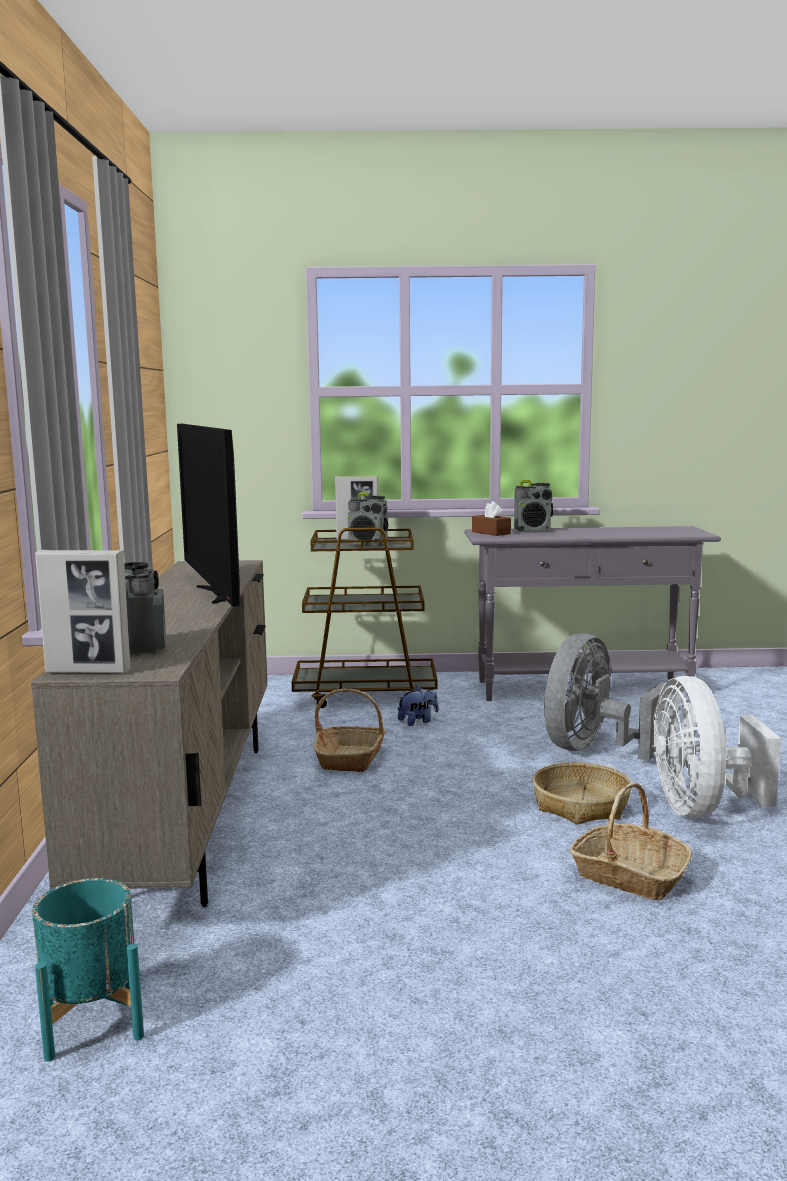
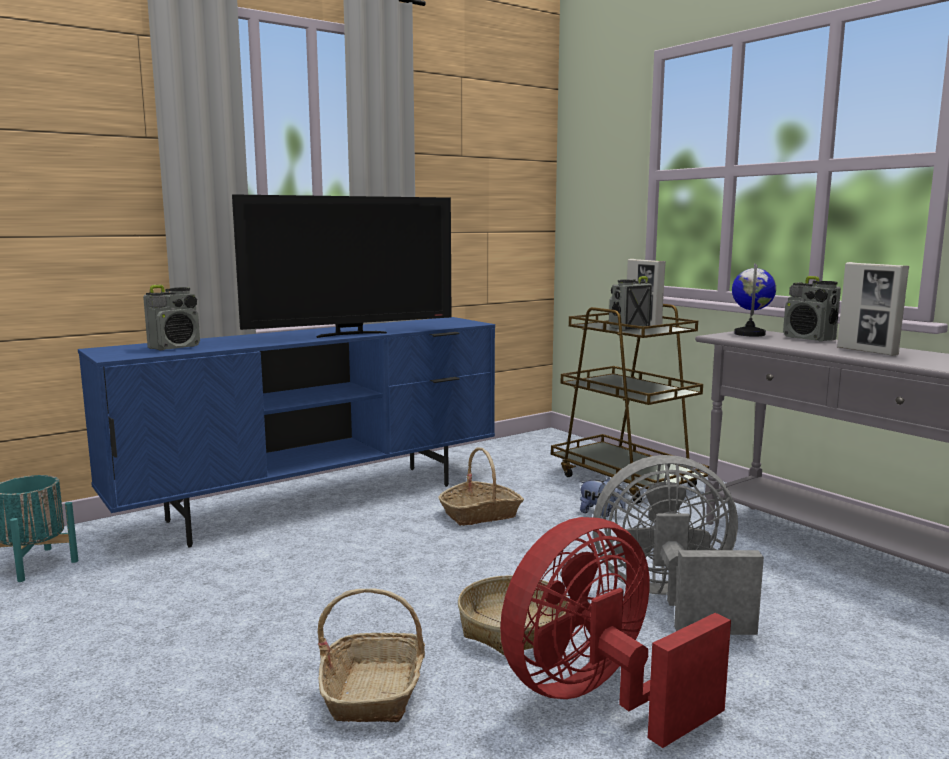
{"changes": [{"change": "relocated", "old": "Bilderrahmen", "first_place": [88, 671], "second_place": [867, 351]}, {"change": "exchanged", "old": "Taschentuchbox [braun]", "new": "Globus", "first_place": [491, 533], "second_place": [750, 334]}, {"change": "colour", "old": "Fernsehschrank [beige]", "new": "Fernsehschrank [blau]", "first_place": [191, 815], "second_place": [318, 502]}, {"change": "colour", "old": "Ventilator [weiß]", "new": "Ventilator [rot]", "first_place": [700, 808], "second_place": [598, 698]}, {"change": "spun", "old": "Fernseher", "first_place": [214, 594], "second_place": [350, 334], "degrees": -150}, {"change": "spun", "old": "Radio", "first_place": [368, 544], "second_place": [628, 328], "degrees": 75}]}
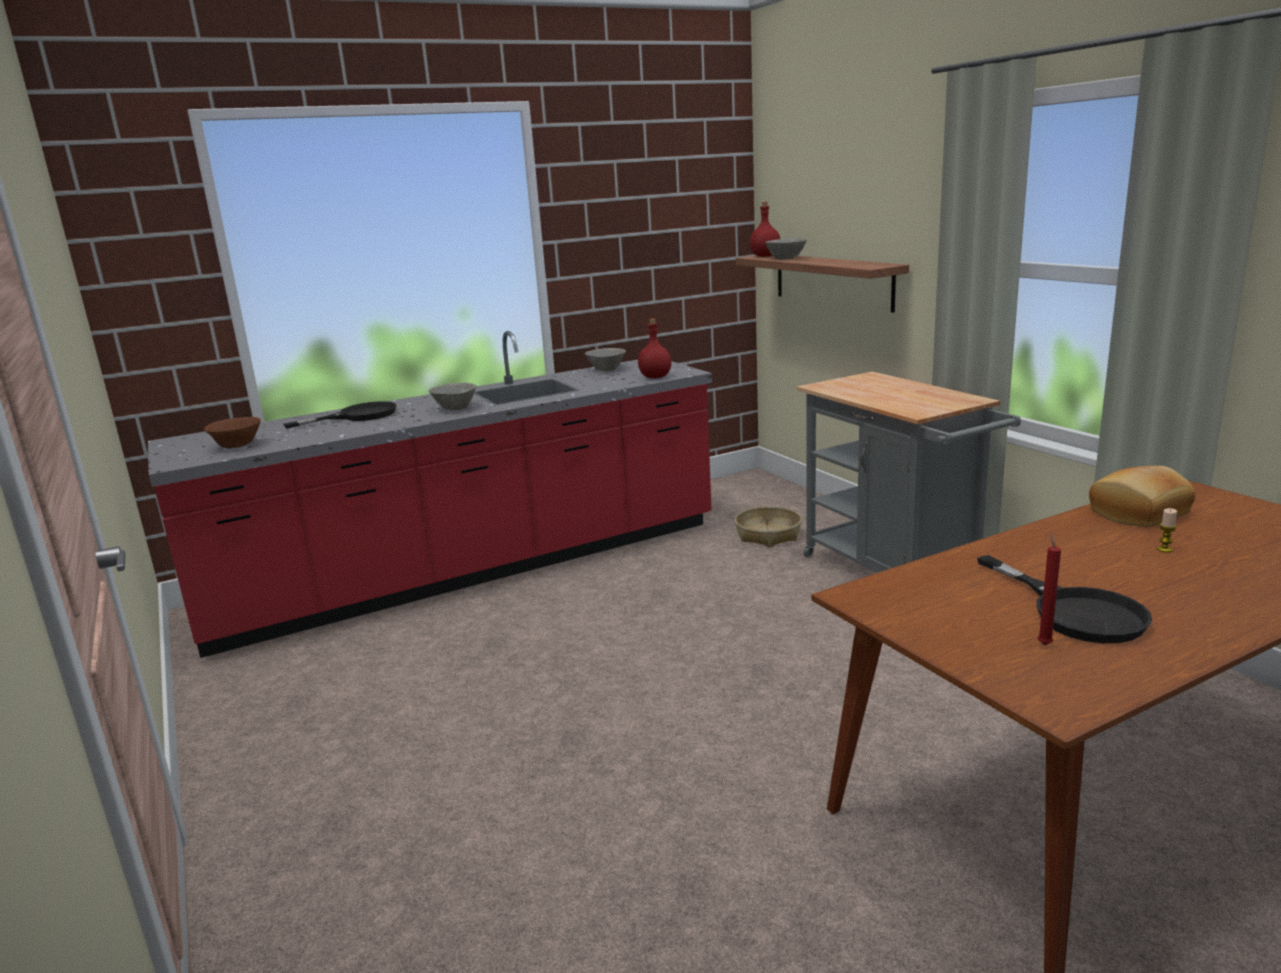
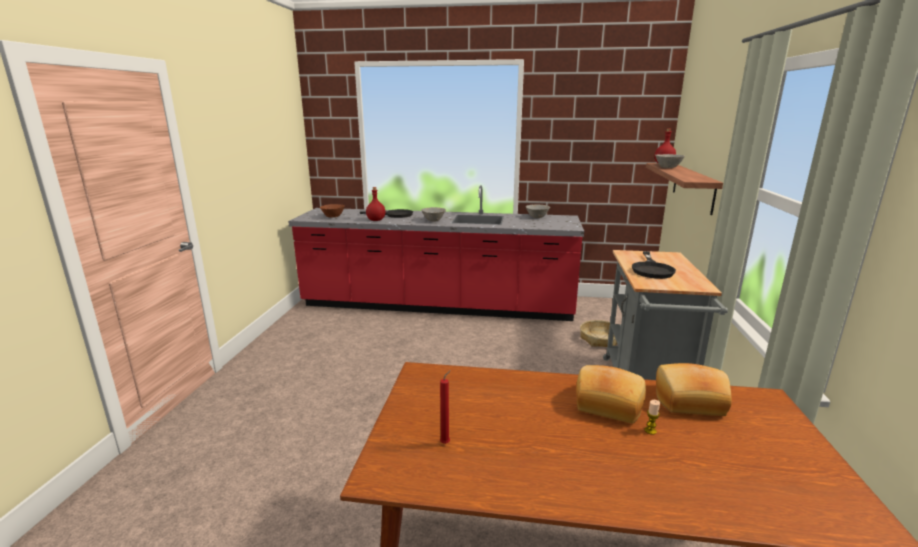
{"changes": [{"change": "appeared", "new": "Brot", "second_place": [608, 403]}, {"change": "relocated", "old": "Flasche [rot]", "first_place": [656, 377], "second_place": [376, 220]}, {"change": "relocated", "old": "Pfanne [schwarz]", "first_place": [1074, 611], "second_place": [652, 269]}]}
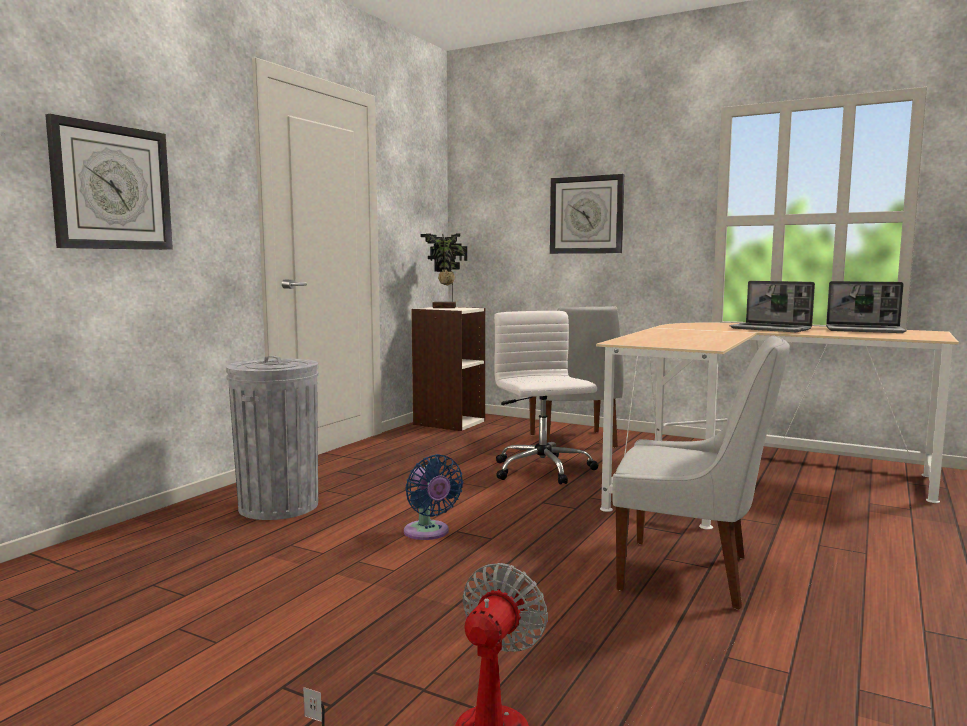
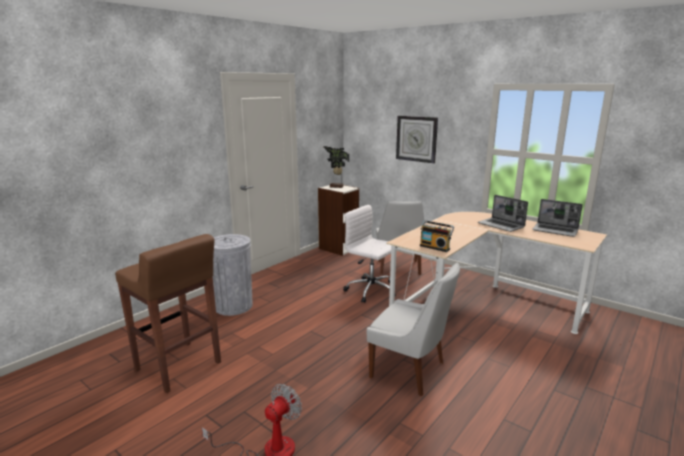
{"changes": [{"change": "missing", "old": "Wanduhr", "first_place": [111, 187]}, {"change": "missing", "old": "Ventilator [blau]", "first_place": [428, 533]}, {"change": "appeared", "new": "Hocker [braun]", "second_place": [179, 367]}, {"change": "appeared", "new": "Radio", "second_place": [435, 247]}, {"change": "spun", "old": "Bürostuhl [weiß]", "first_place": [543, 470], "second_place": [372, 290], "degrees": -45}]}
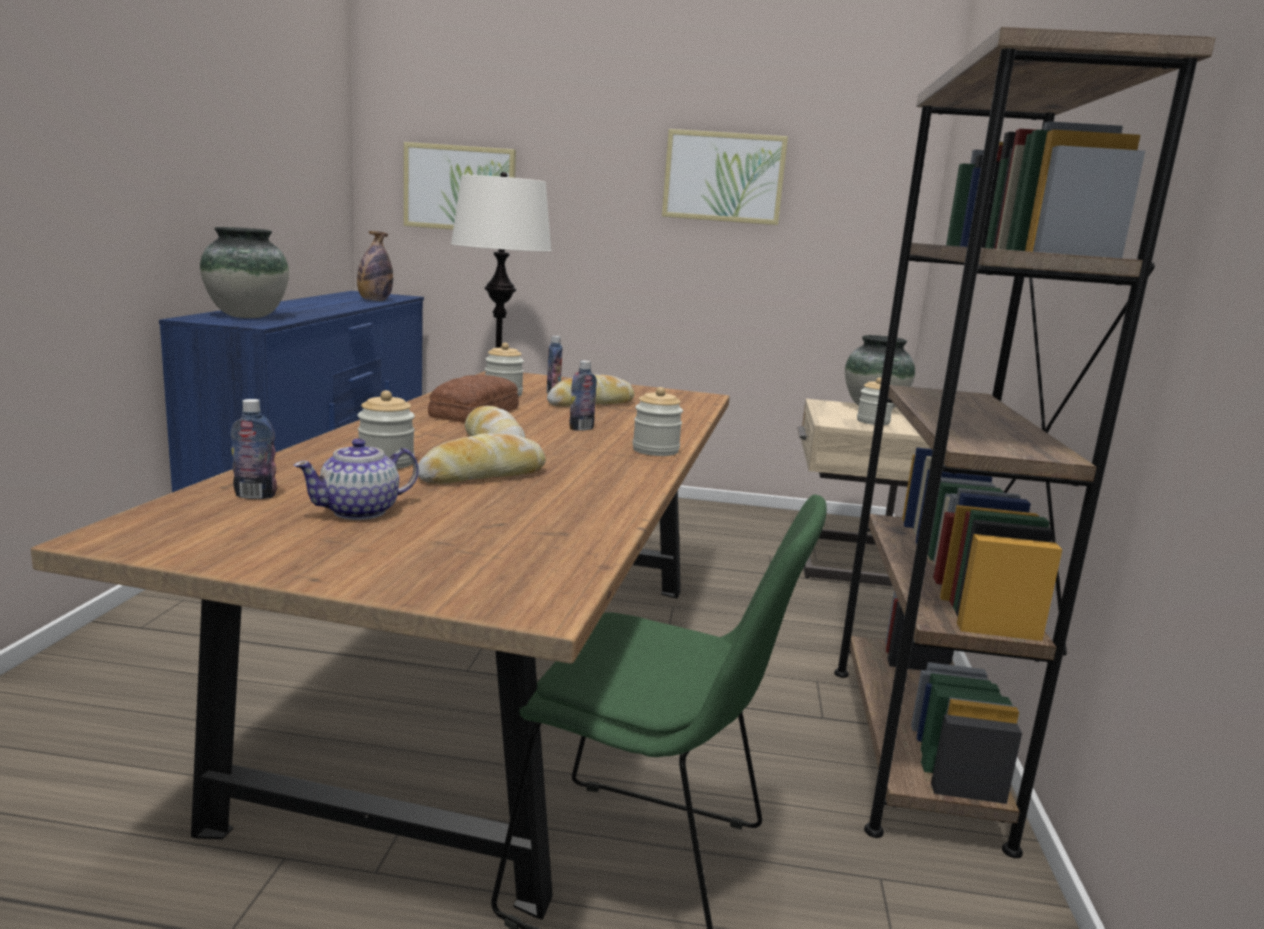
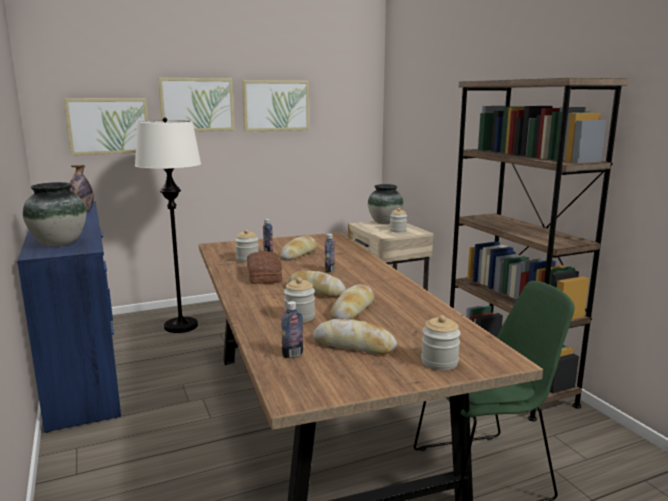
{"changes": [{"change": "appeared", "new": "Bild", "second_place": [197, 104]}, {"change": "relocated", "old": "Vorratsglas", "first_place": [655, 450], "second_place": [439, 362]}, {"change": "exchanged", "old": "Teekanne", "new": "Brot", "first_place": [360, 511], "second_place": [354, 345]}]}
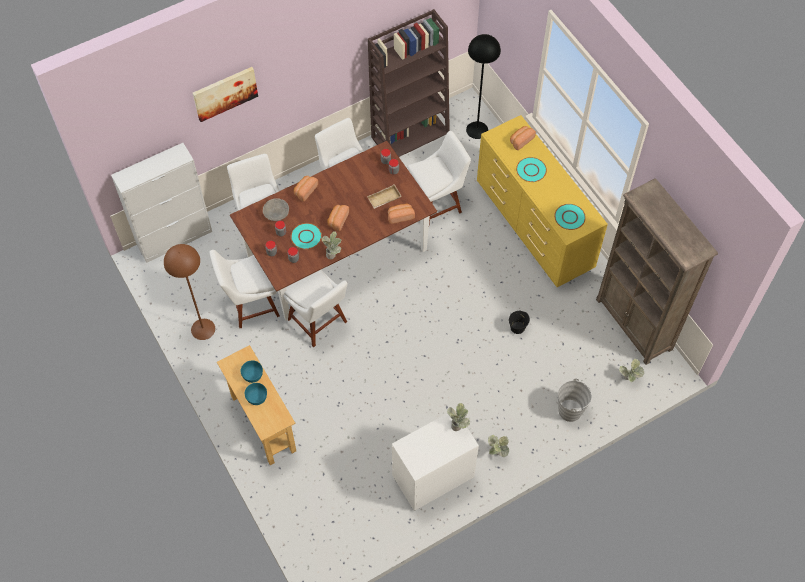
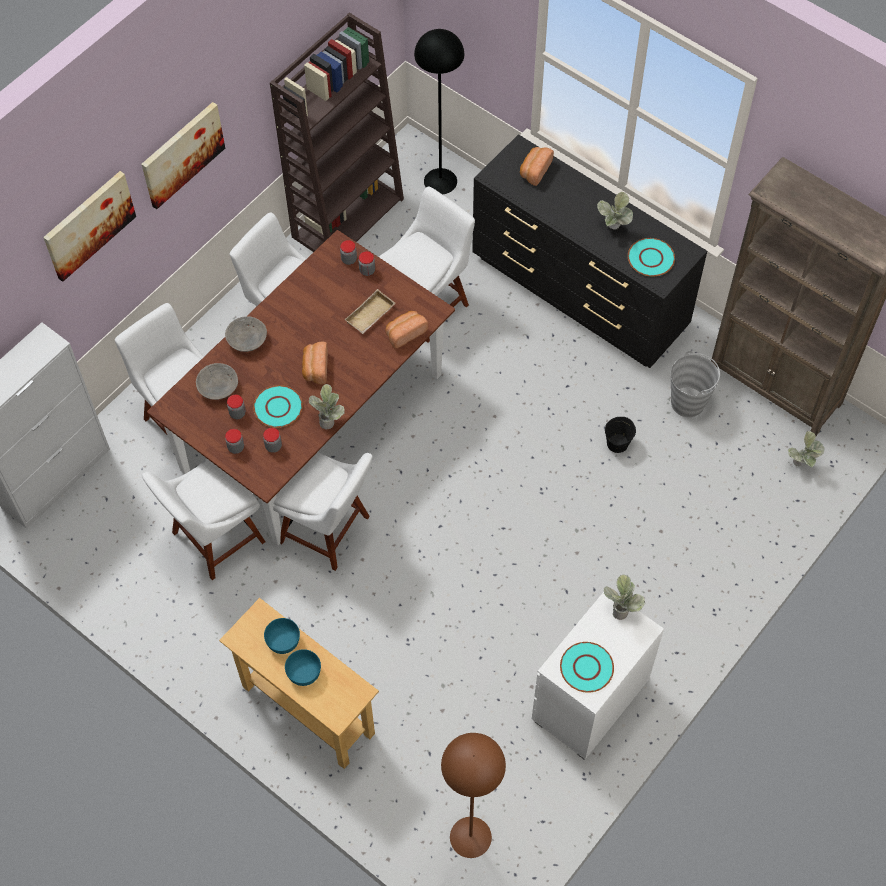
{"changes": [{"change": "appeared", "new": "Bild", "second_place": [182, 154]}, {"change": "relocated", "old": "Stehlampe [braun]", "first_place": [203, 329], "second_place": [470, 837]}, {"change": "relocated", "old": "Topfpflanze", "first_place": [497, 453], "second_place": [612, 229]}, {"change": "relocated", "old": "Teller [türkis]", "first_place": [531, 170], "second_place": [586, 667]}, {"change": "relocated", "old": "Eimer [grau]", "first_place": [570, 411], "second_place": [688, 402]}, {"change": "exchanged", "old": "Brot", "new": "Schüssel [grau]", "first_place": [305, 191], "second_place": [247, 340]}, {"change": "colour", "old": "Kommode [gelb]", "new": "Kommode [schwarz]", "first_place": [534, 227], "second_place": [579, 294]}]}
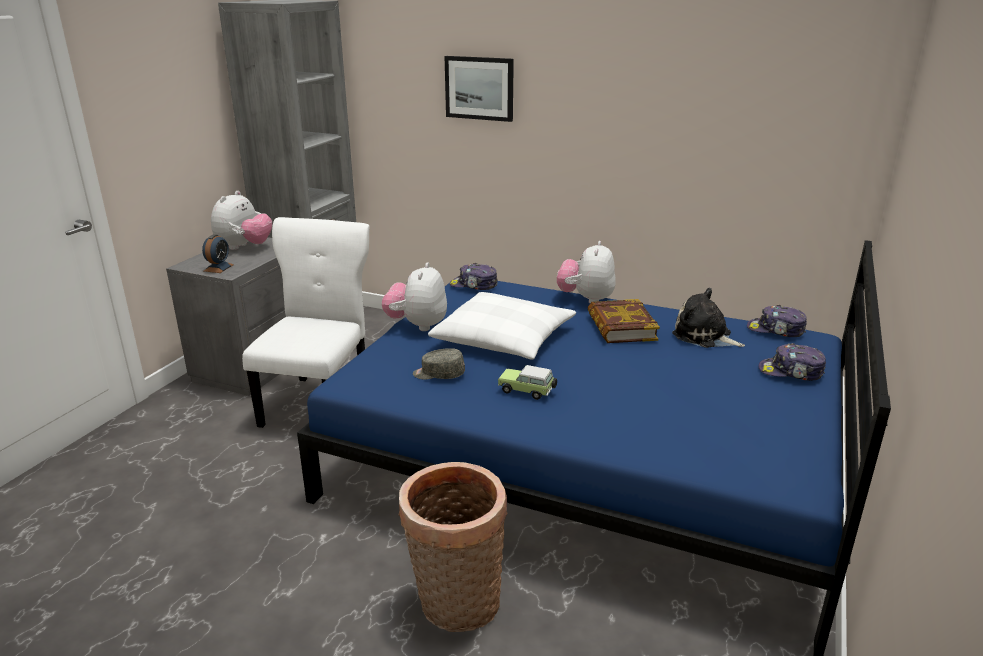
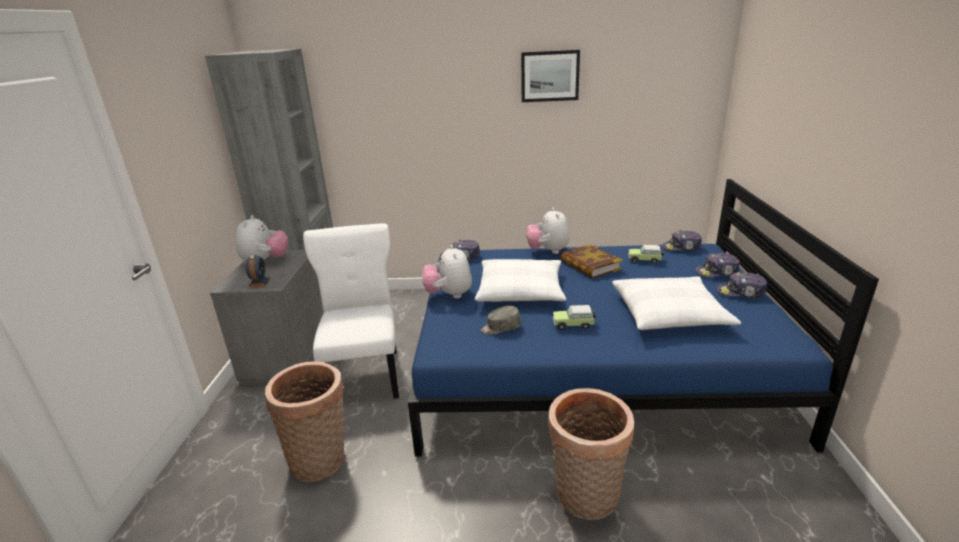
{"changes": [{"change": "appeared", "new": "Korb", "second_place": [321, 460]}, {"change": "appeared", "new": "Kissen [weiß]", "second_place": [669, 314]}, {"change": "appeared", "new": "Kappe", "second_place": [741, 292]}, {"change": "relocated", "old": "Bild", "first_place": [479, 88], "second_place": [549, 76]}, {"change": "exchanged", "old": "Plüschtier", "new": "Spielzeugauto", "first_place": [704, 336], "second_place": [645, 260]}]}
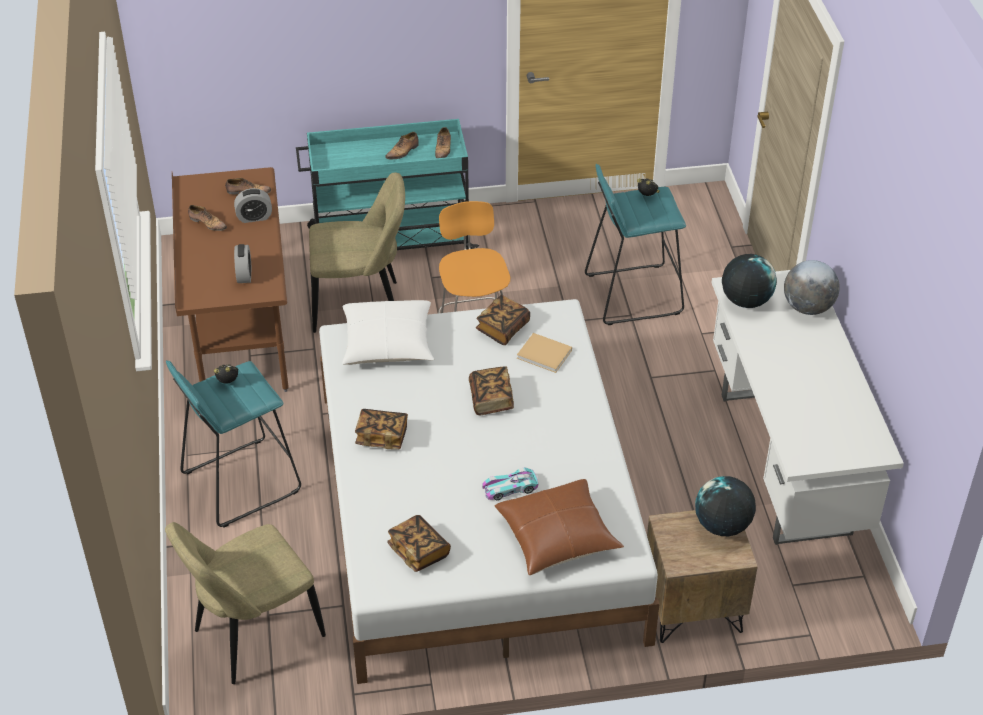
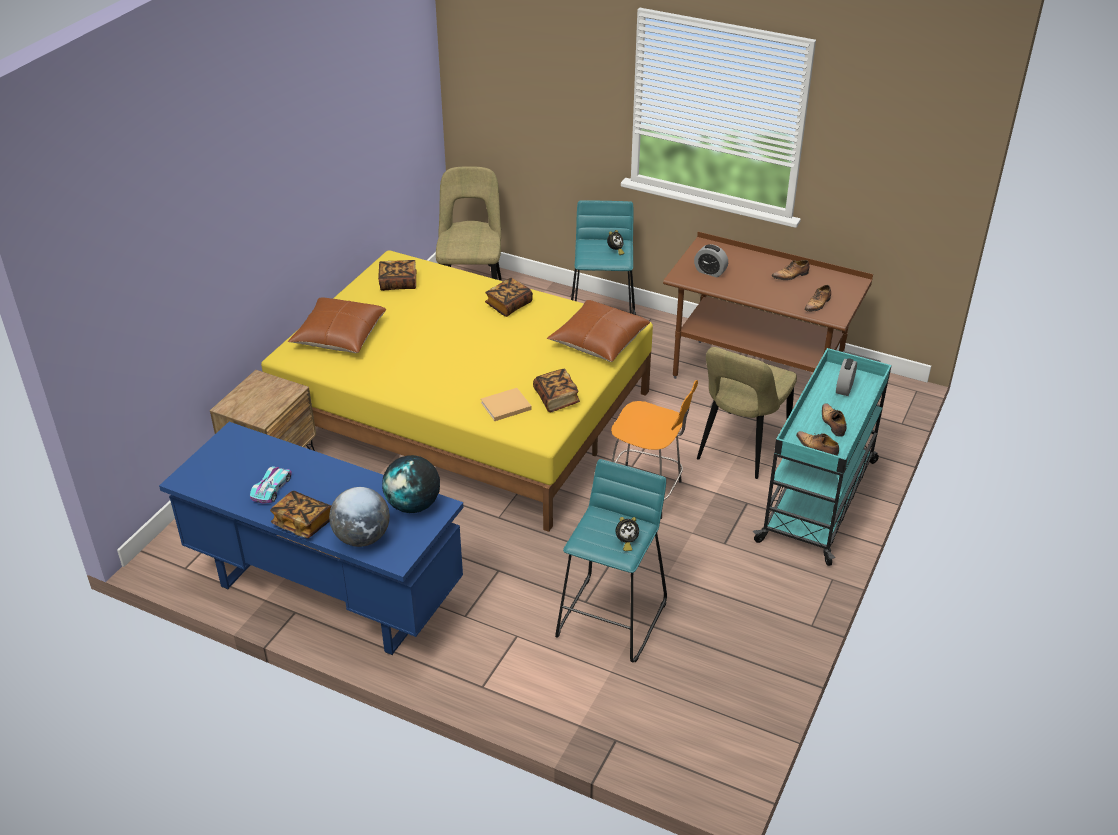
{"changes": [{"change": "missing", "old": "Globus", "first_place": [722, 526]}, {"change": "relocated", "old": "Wecker", "first_place": [254, 217], "second_place": [844, 388]}, {"change": "relocated", "old": "Buch", "first_place": [491, 399], "second_place": [303, 523]}, {"change": "relocated", "old": "Spielzeugauto", "first_place": [510, 488], "second_place": [271, 488]}, {"change": "colour", "old": "Bett [weiß]", "new": "Bett [gelb]", "first_place": [476, 513], "second_place": [464, 412]}, {"change": "colour", "old": "Kissen [weiß]", "new": "Kissen [braun]", "first_place": [388, 343], "second_place": [598, 341]}, {"change": "colour", "old": "Schreibtisch [weiß]", "new": "Schreibtisch [blau]", "first_place": [786, 463], "second_place": [325, 595]}]}
